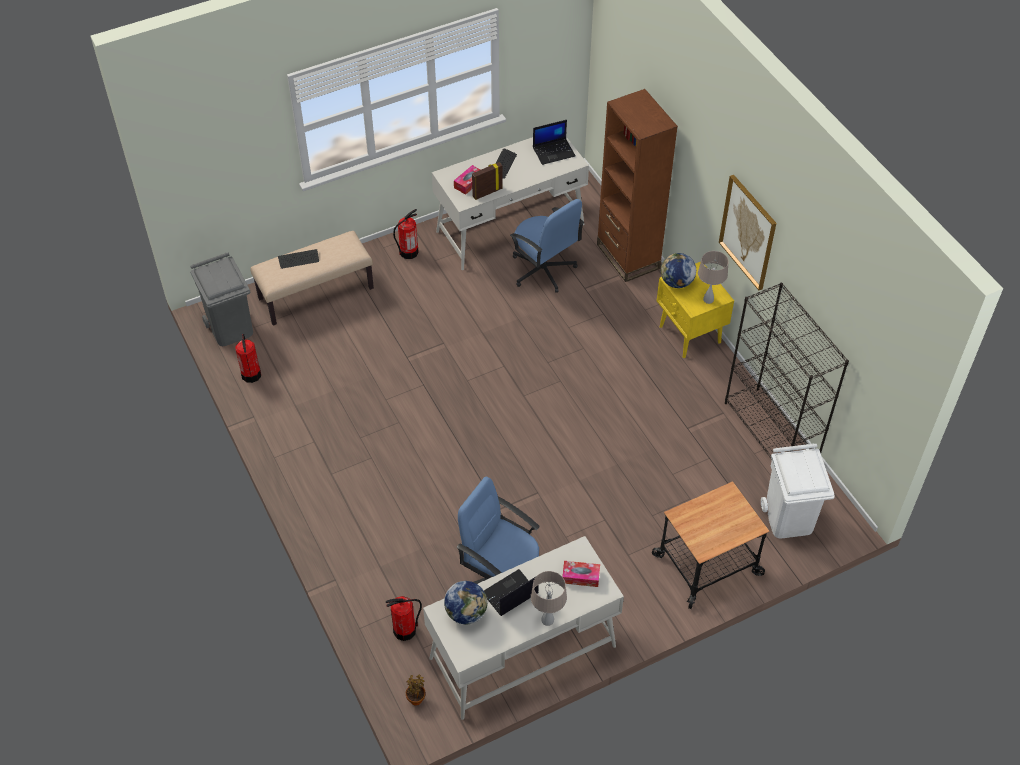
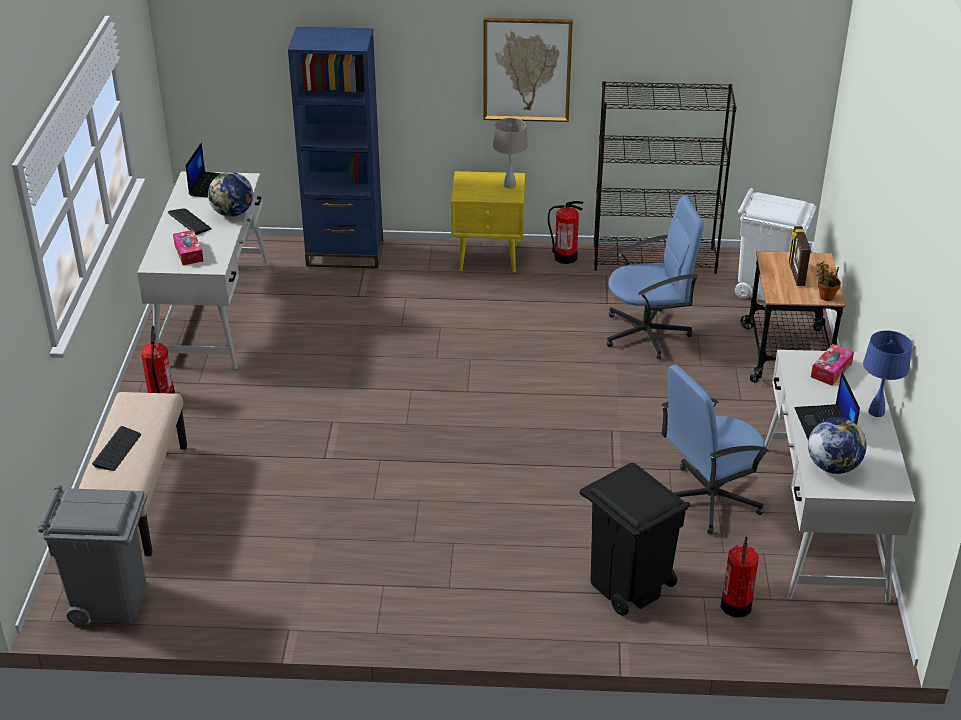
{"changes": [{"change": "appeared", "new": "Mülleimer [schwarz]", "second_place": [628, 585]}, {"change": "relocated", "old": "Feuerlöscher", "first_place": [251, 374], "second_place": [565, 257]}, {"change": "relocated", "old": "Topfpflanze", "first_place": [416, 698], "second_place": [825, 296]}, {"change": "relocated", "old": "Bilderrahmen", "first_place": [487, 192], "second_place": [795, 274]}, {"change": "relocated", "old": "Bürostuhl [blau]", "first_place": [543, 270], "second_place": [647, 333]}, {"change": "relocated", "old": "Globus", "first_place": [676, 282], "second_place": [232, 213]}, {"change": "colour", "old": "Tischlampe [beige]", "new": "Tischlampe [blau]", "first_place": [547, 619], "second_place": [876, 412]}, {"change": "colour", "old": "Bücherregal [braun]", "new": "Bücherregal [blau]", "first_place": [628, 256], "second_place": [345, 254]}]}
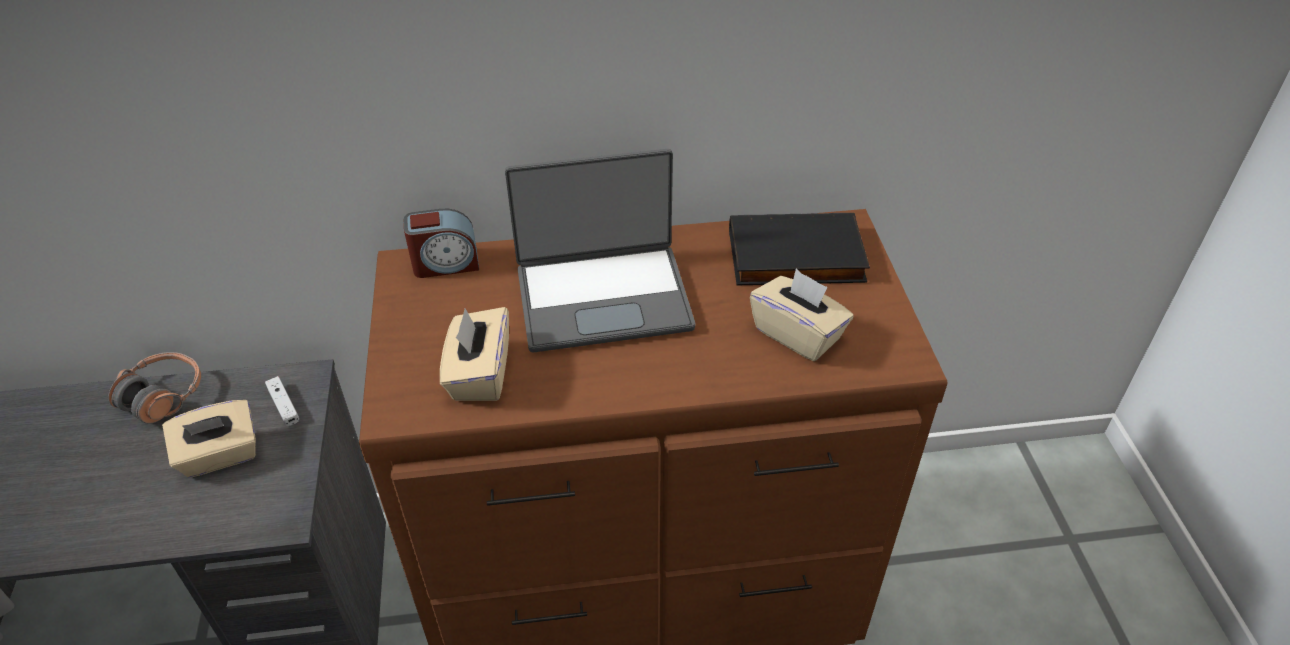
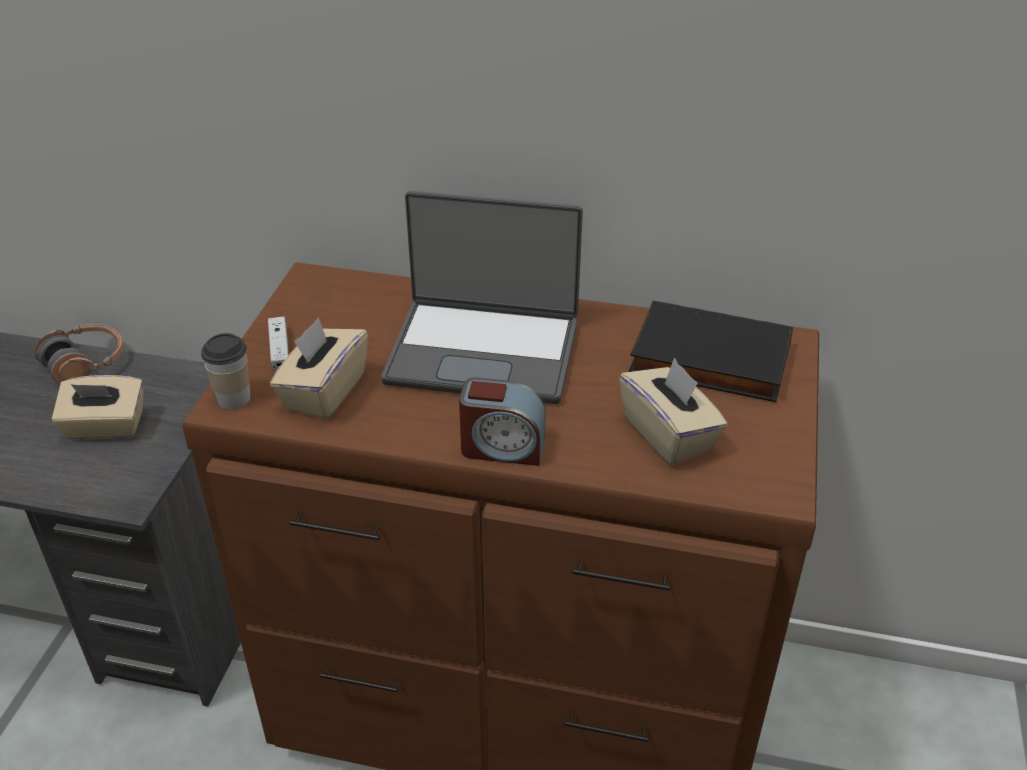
{"changes": [{"change": "appeared", "new": "Tasse", "second_place": [234, 398]}, {"change": "relocated", "old": "Gamepad [weiß]", "first_place": [284, 405], "second_place": [279, 350]}, {"change": "relocated", "old": "Wecker", "first_place": [445, 263], "second_place": [502, 447]}]}
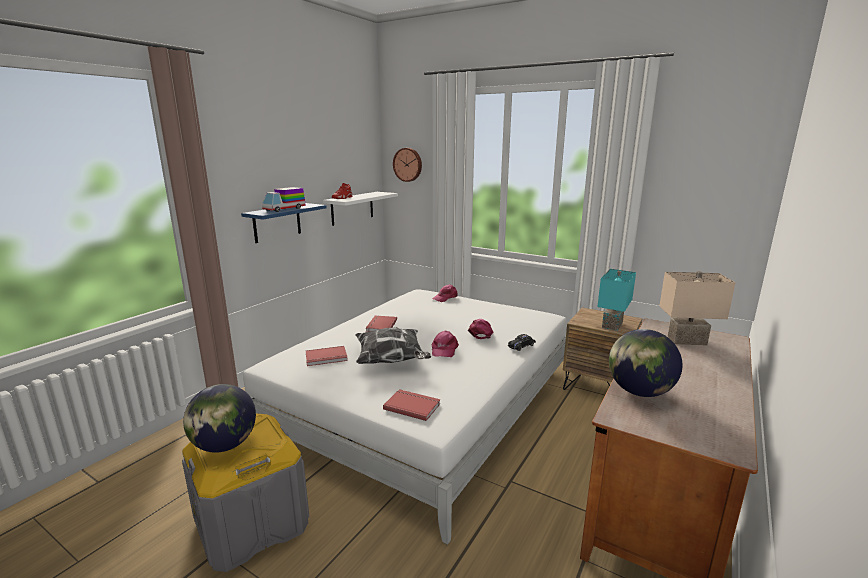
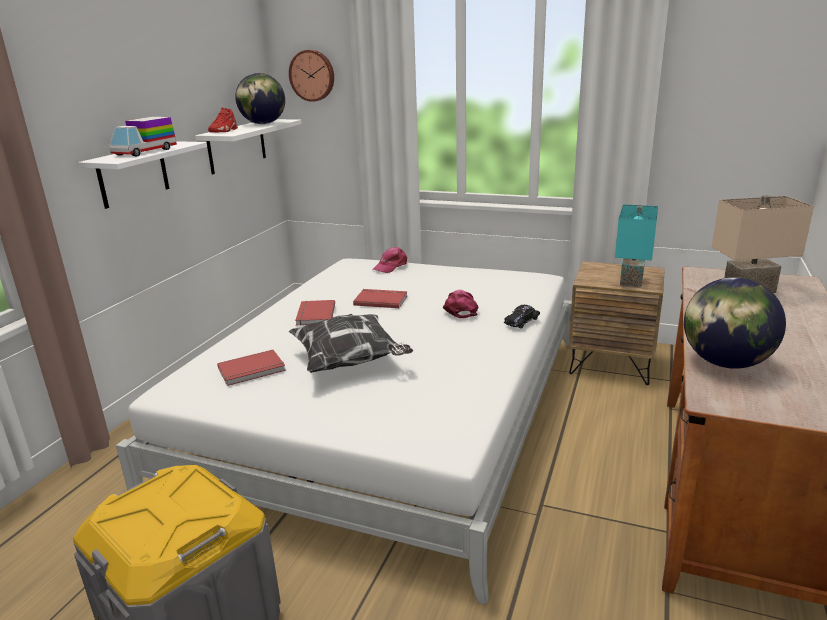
{"changes": [{"change": "missing", "old": "Kappe [rosa]", "first_place": [444, 349]}, {"change": "relocated", "old": "Globus", "first_place": [224, 445], "second_place": [263, 124]}, {"change": "relocated", "old": "Buch [rot]", "first_place": [412, 406], "second_place": [381, 300]}, {"change": "colour", "old": "Wandregal [blau]", "new": "Wandregal [weiß]", "first_place": [277, 222], "second_place": [133, 174]}]}
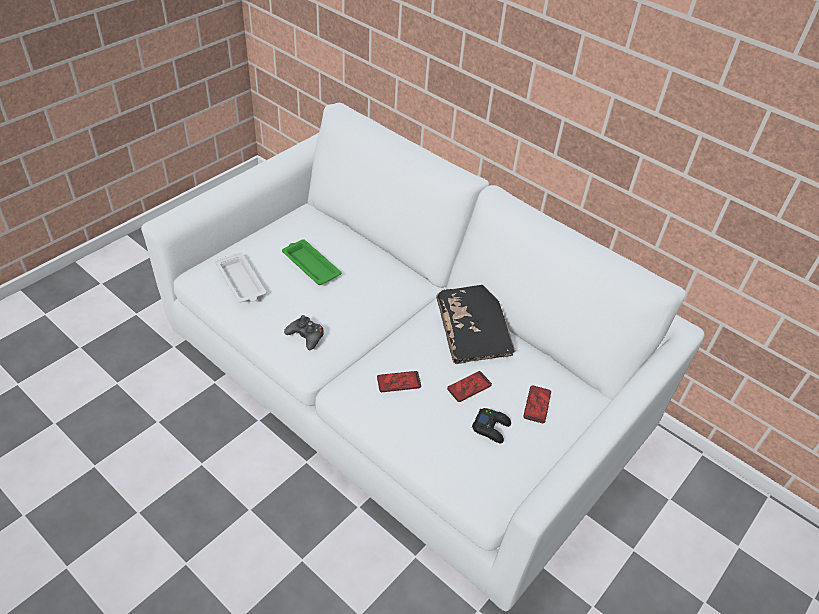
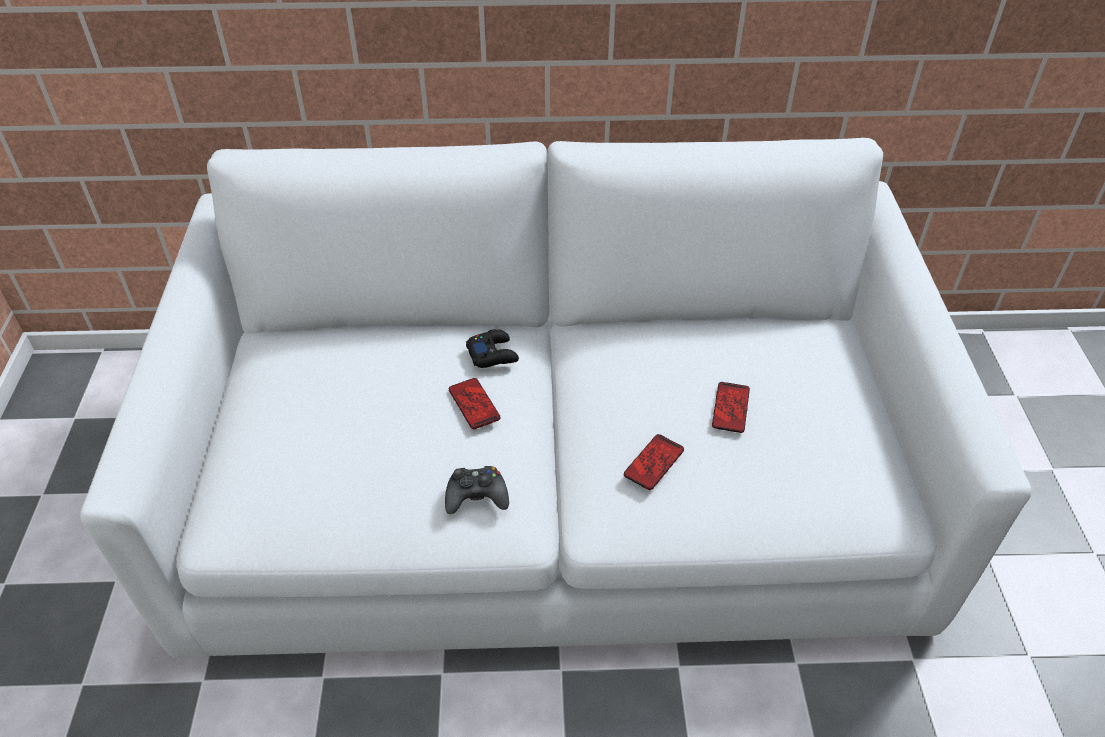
{"changes": [{"change": "missing", "old": "Tablett [weiß]", "first_place": [241, 282]}, {"change": "missing", "old": "Tablett [grün]", "first_place": [310, 265]}, {"change": "missing", "old": "Buch [schwarz]", "first_place": [473, 333]}, {"change": "relocated", "old": "Gamepad [schwarz]", "first_place": [491, 428], "second_place": [493, 354]}, {"change": "relocated", "old": "Handy", "first_place": [537, 404], "second_place": [474, 404]}]}
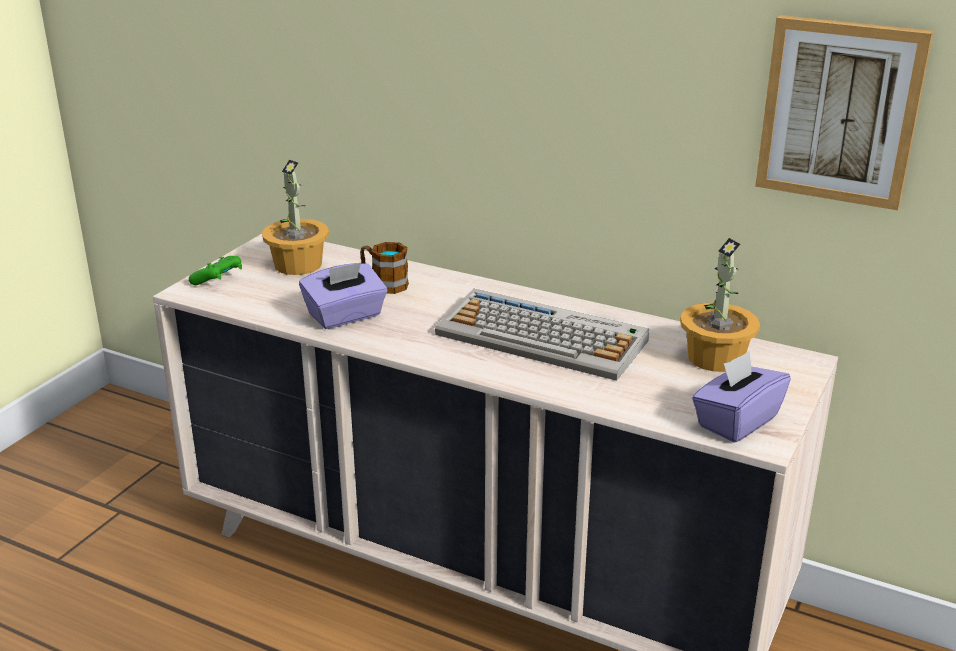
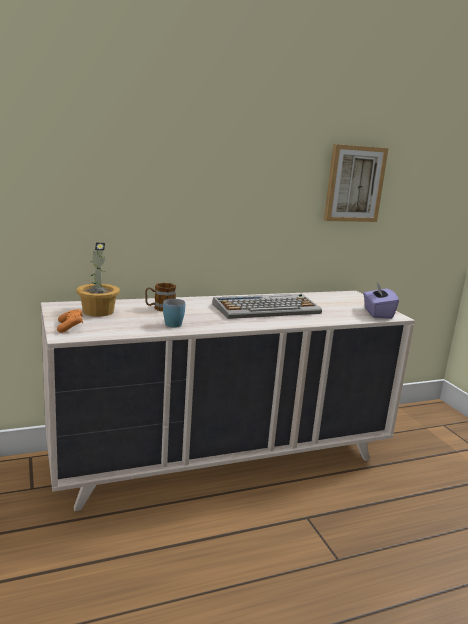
{"changes": [{"change": "missing", "old": "Topfpflanze", "first_place": [716, 357]}, {"change": "exchanged", "old": "Taschentuchbox [lila]", "new": "Henkelbecher [blau]", "first_place": [345, 316], "second_place": [174, 323]}, {"change": "colour", "old": "Gamepad [grün]", "new": "Gamepad [orange]", "first_place": [219, 280], "second_place": [70, 327]}]}
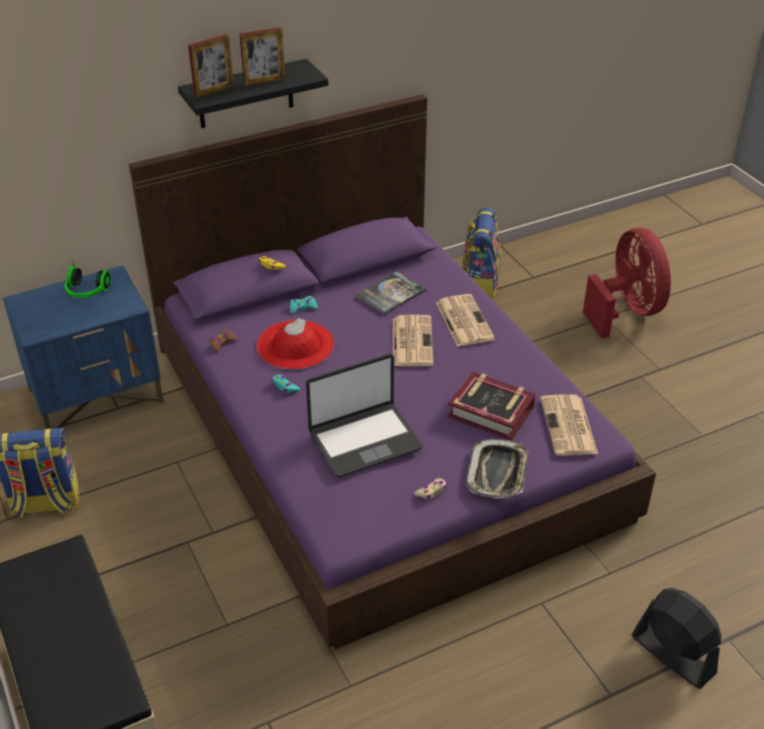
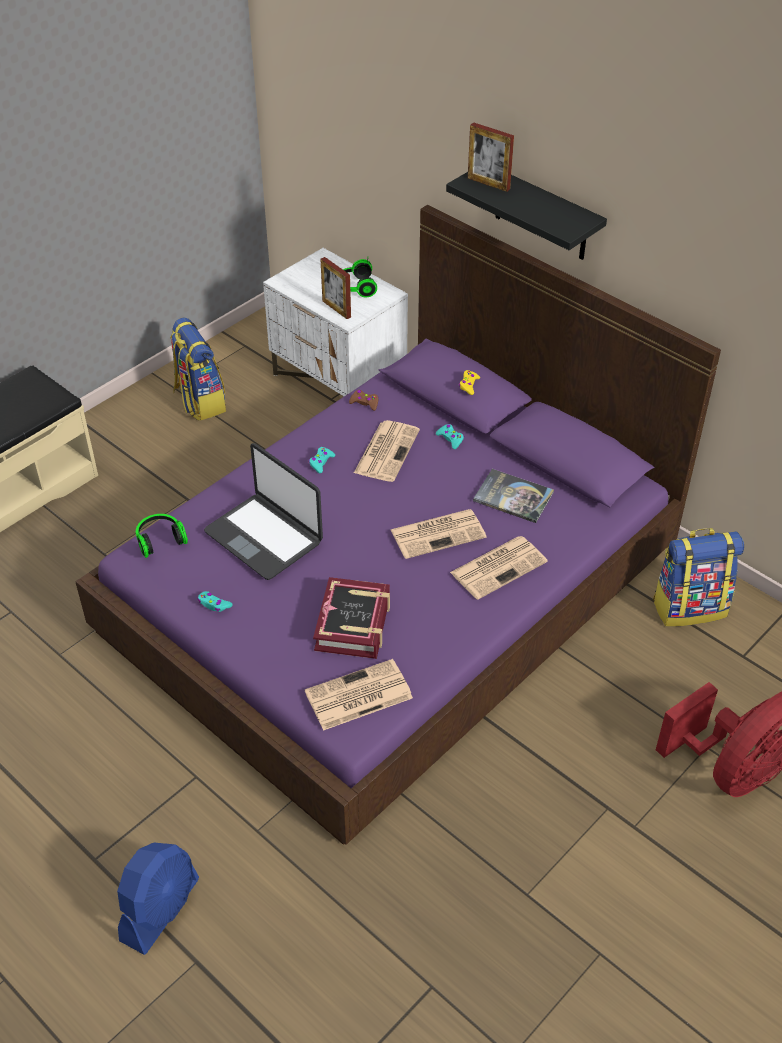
{"changes": [{"change": "missing", "old": "Tablett", "first_place": [497, 473]}, {"change": "appeared", "new": "Kopfhörer", "second_place": [160, 540]}, {"change": "relocated", "old": "Bilderrahmen", "first_place": [264, 81], "second_place": [336, 309]}, {"change": "exchanged", "old": "Hut [rot]", "new": "Zeitung", "first_place": [295, 345], "second_place": [386, 451]}, {"change": "colour", "old": "Nachttisch [blau]", "new": "Nachttisch [weiß]", "first_place": [97, 396], "second_place": [339, 381]}, {"change": "colour", "old": "Gamepad [beige]", "new": "Gamepad [türkis]", "first_place": [431, 491], "second_place": [214, 604]}, {"change": "colour", "old": "Ventilator [schwarz]", "new": "Ventilator [blau]", "first_place": [673, 654], "second_place": [160, 909]}]}
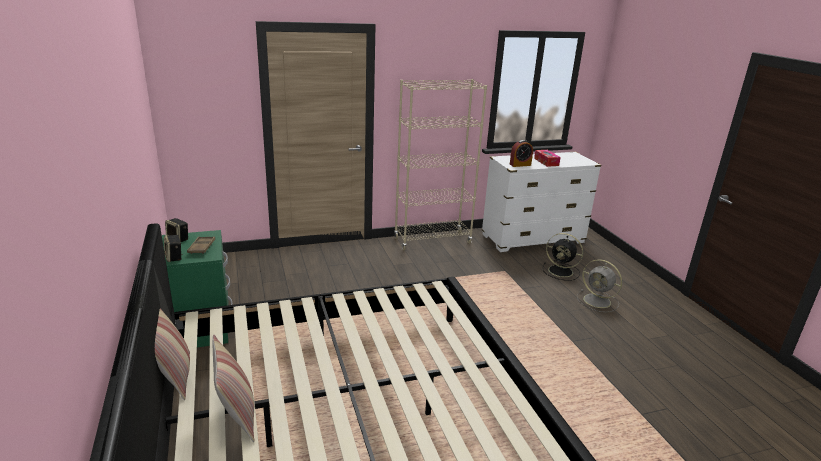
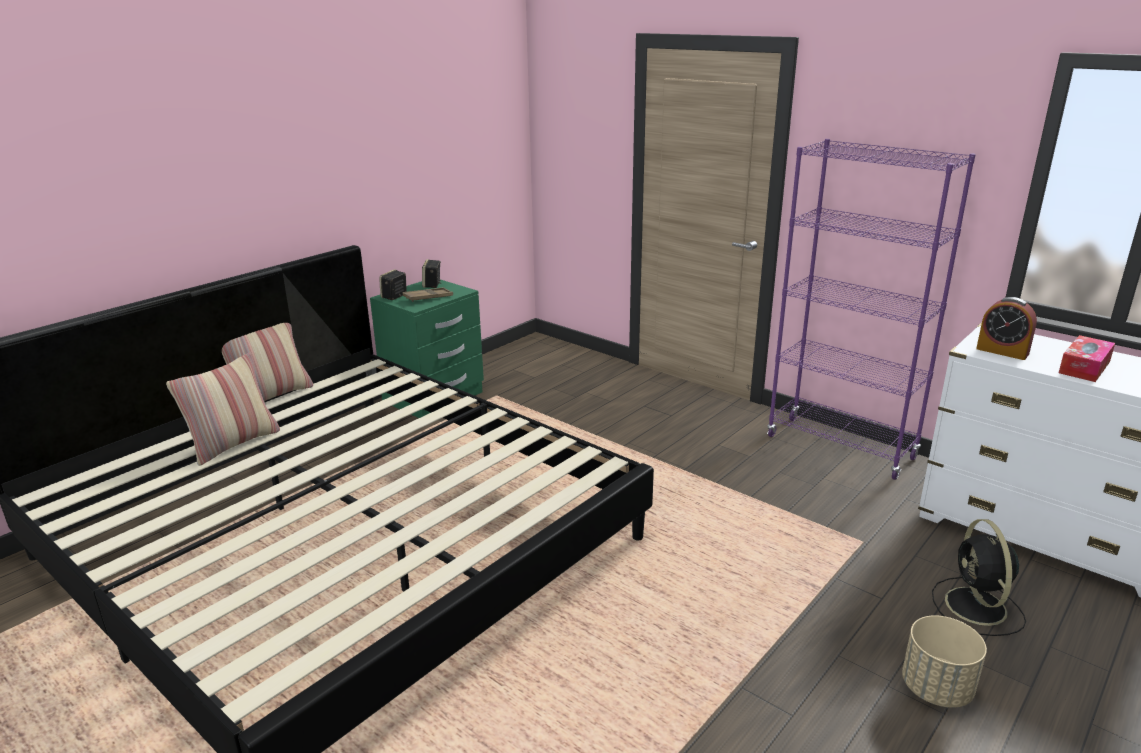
{"changes": [{"change": "exchanged", "old": "Ventilator [grau]", "new": "Pflanzkübel [beige]", "first_place": [598, 301], "second_place": [937, 689]}, {"change": "colour", "old": "Bücherregal [beige]", "new": "Bücherregal [lila]", "first_place": [432, 241], "second_place": [840, 447]}]}
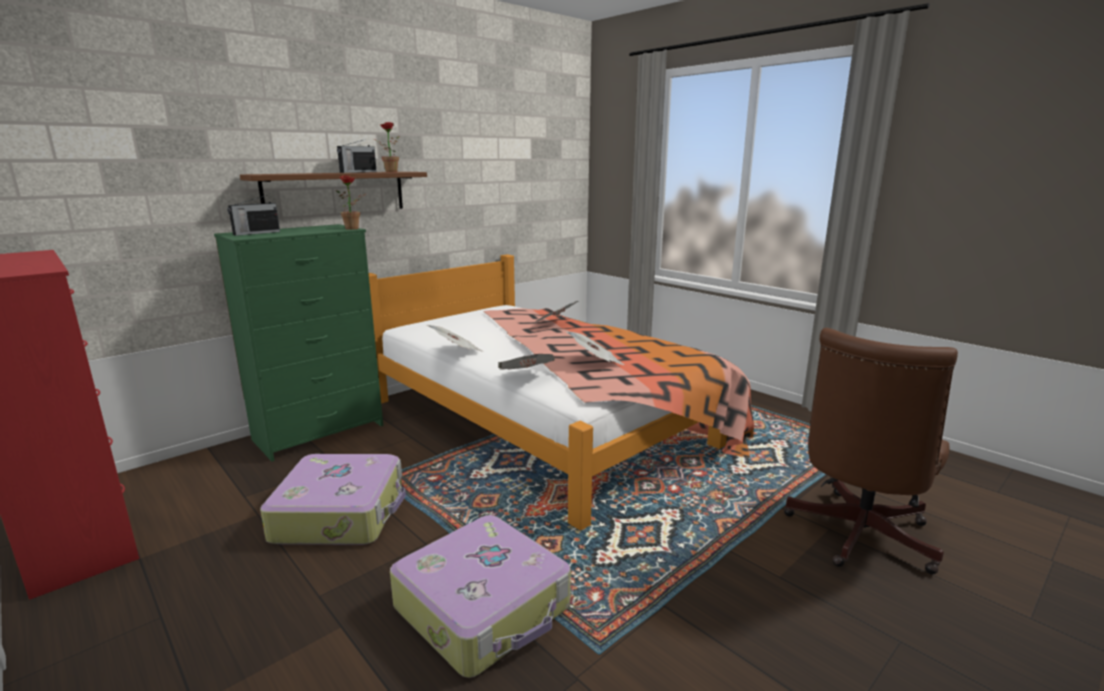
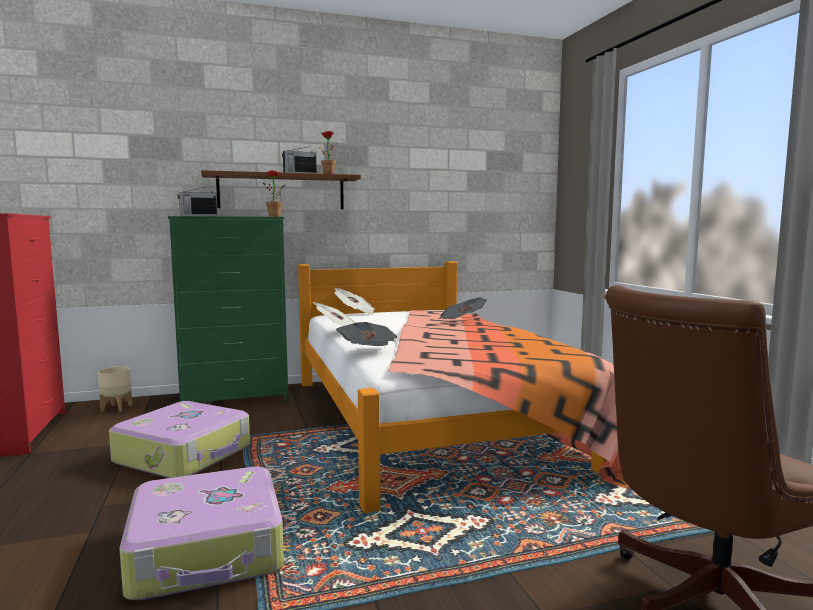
{"changes": [{"change": "appeared", "new": "Pflanzkübel [beige]", "second_place": [117, 408]}, {"change": "relocated", "old": "Zeitung", "first_place": [595, 363], "second_place": [355, 313]}]}
